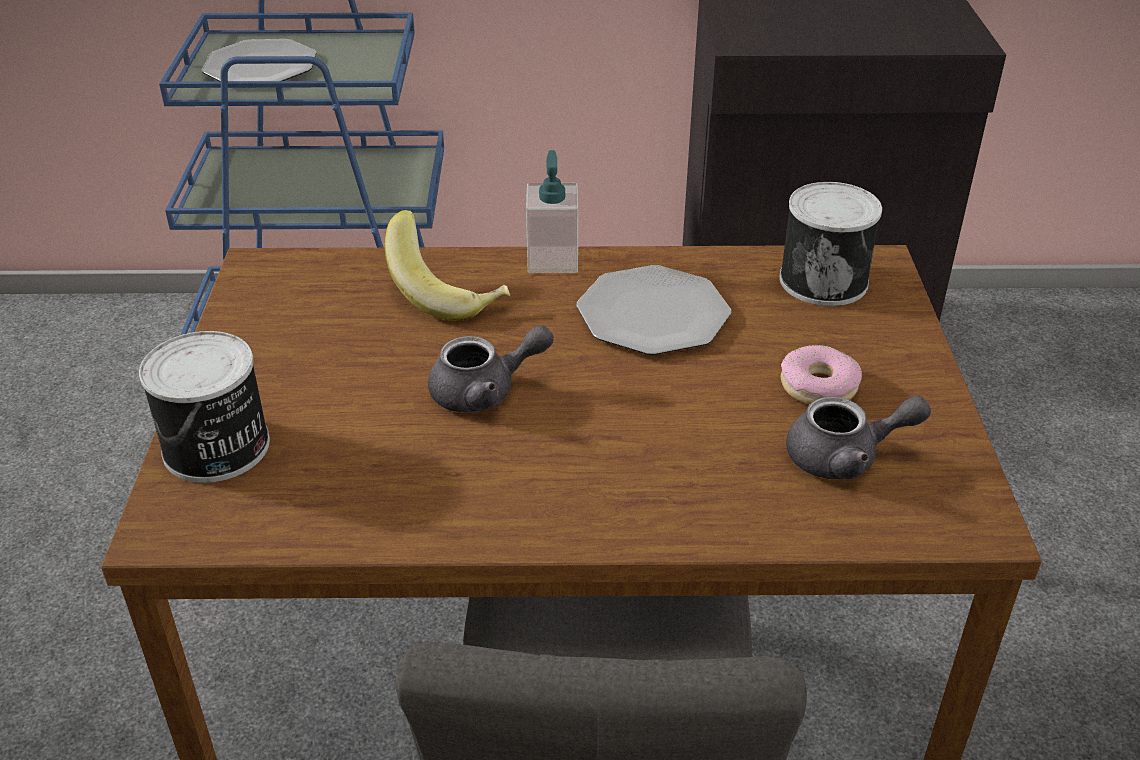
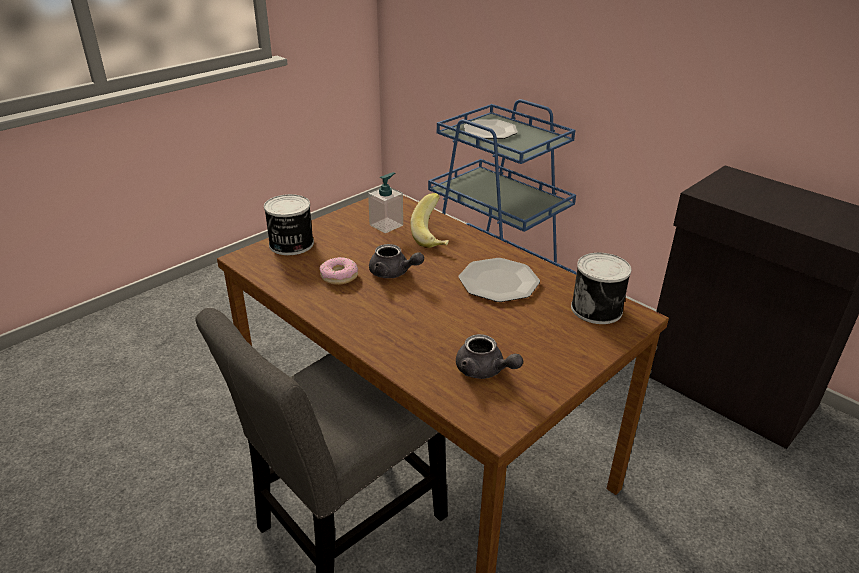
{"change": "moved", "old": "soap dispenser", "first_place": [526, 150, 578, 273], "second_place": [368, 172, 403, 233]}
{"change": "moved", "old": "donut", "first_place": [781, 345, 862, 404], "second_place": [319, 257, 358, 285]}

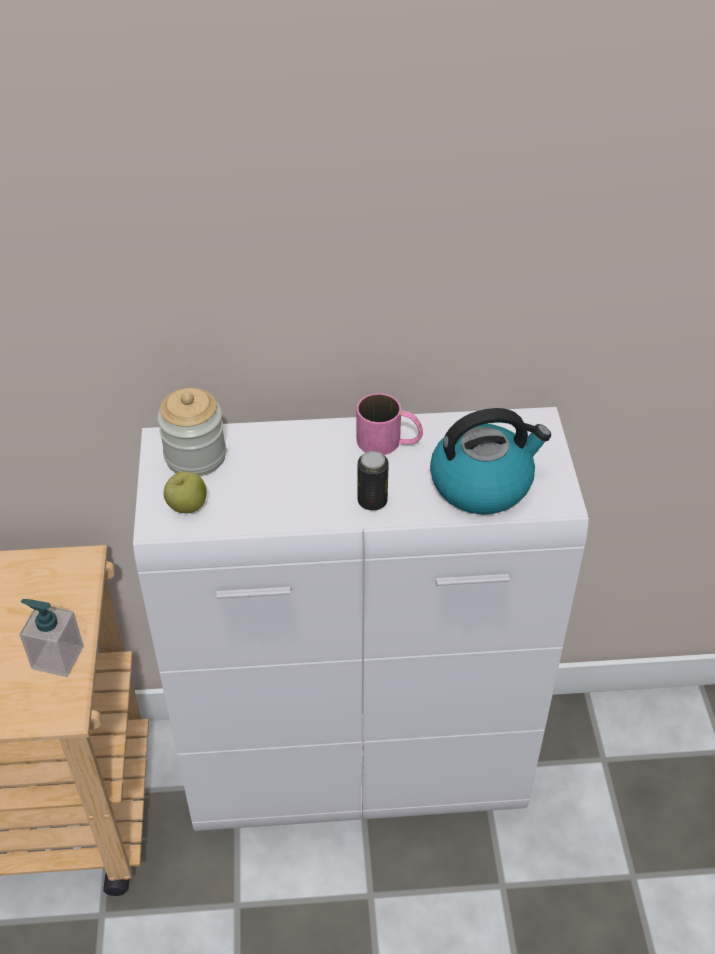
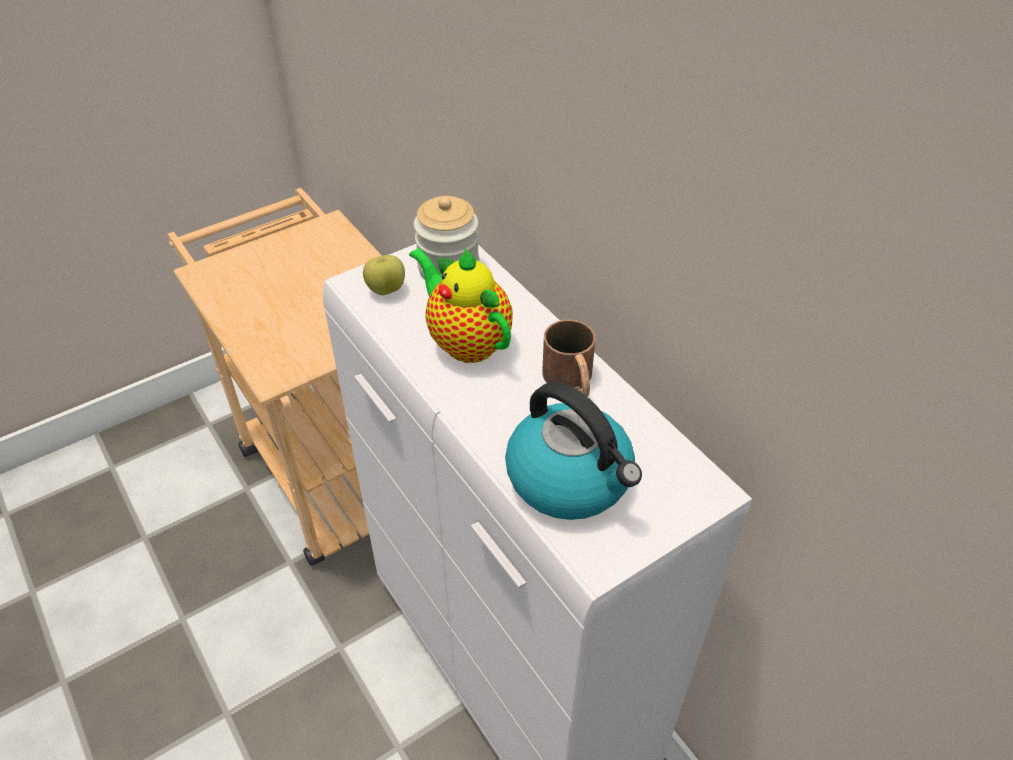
{"change": "recoloured", "old": "mug in pink", "new": "mug in brown", "first_place": [357, 393, 423, 455], "second_place": [542, 320, 595, 397]}
{"change": "removed", "old": "can", "first_place": [358, 451, 389, 511]}
{"change": "removed", "old": "soap dispenser", "first_place": [20, 599, 84, 677]}
{"change": "added", "new": "teapot", "second_place": [409, 248, 513, 363]}

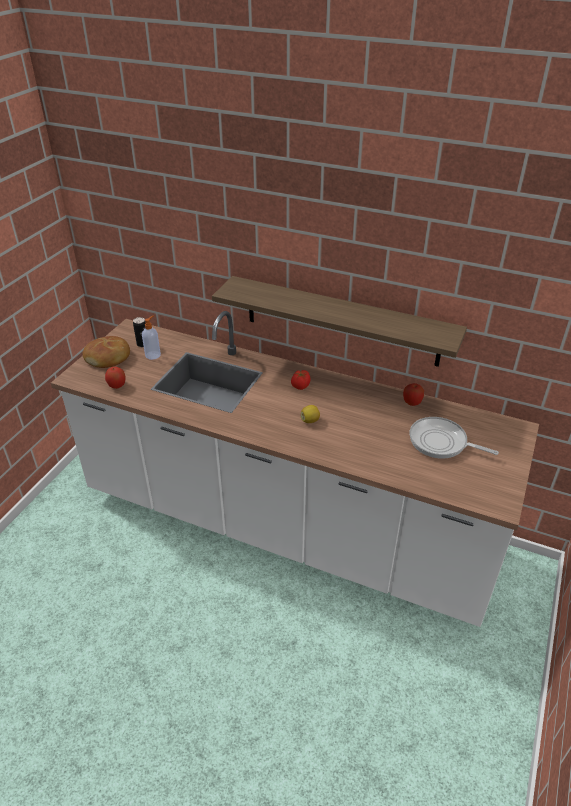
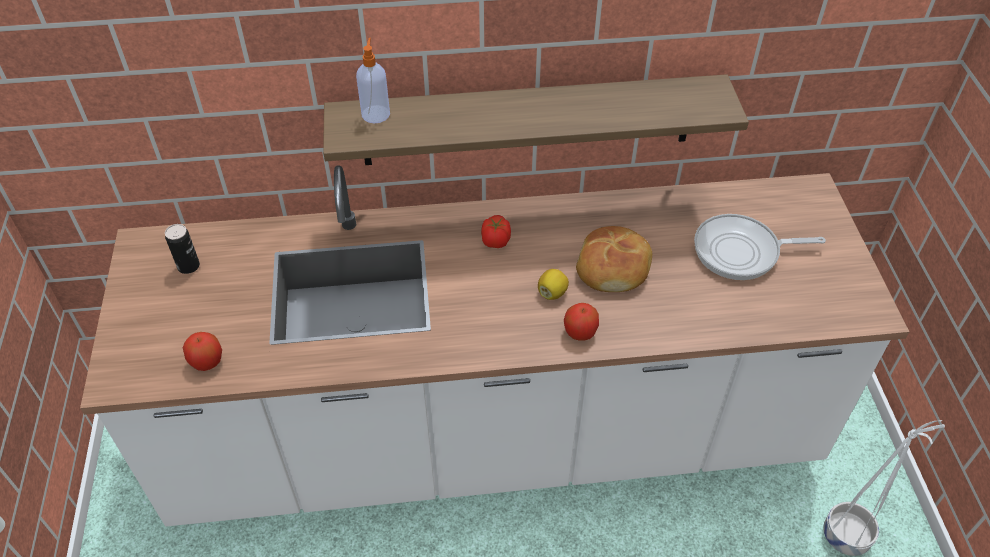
{"change": "moved", "old": "soap dispenser", "first_place": [142, 315, 161, 360], "second_place": [356, 38, 390, 123]}
{"change": "moved", "old": "bread", "first_place": [83, 336, 130, 368], "second_place": [576, 226, 652, 292]}
{"change": "moved", "old": "apple", "first_place": [403, 383, 424, 406], "second_place": [564, 303, 599, 341]}
{"change": "added", "new": "planter in white", "second_place": [823, 420, 945, 556]}

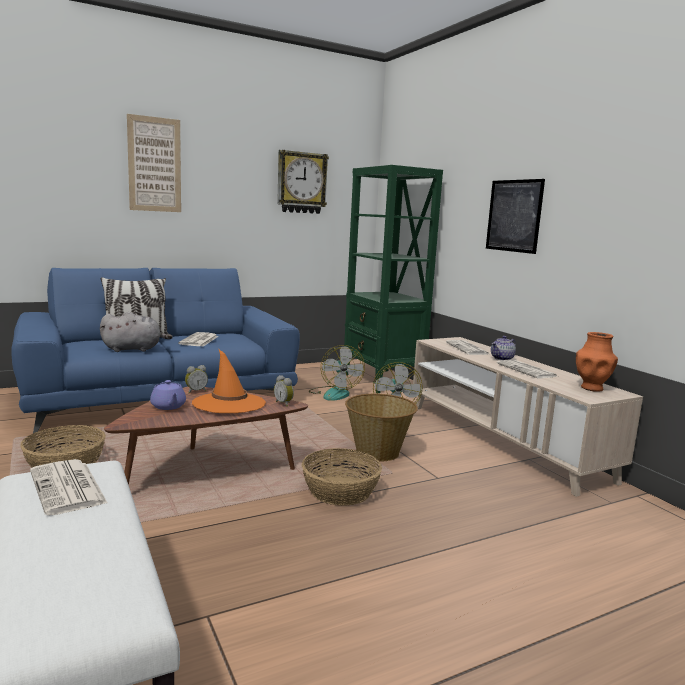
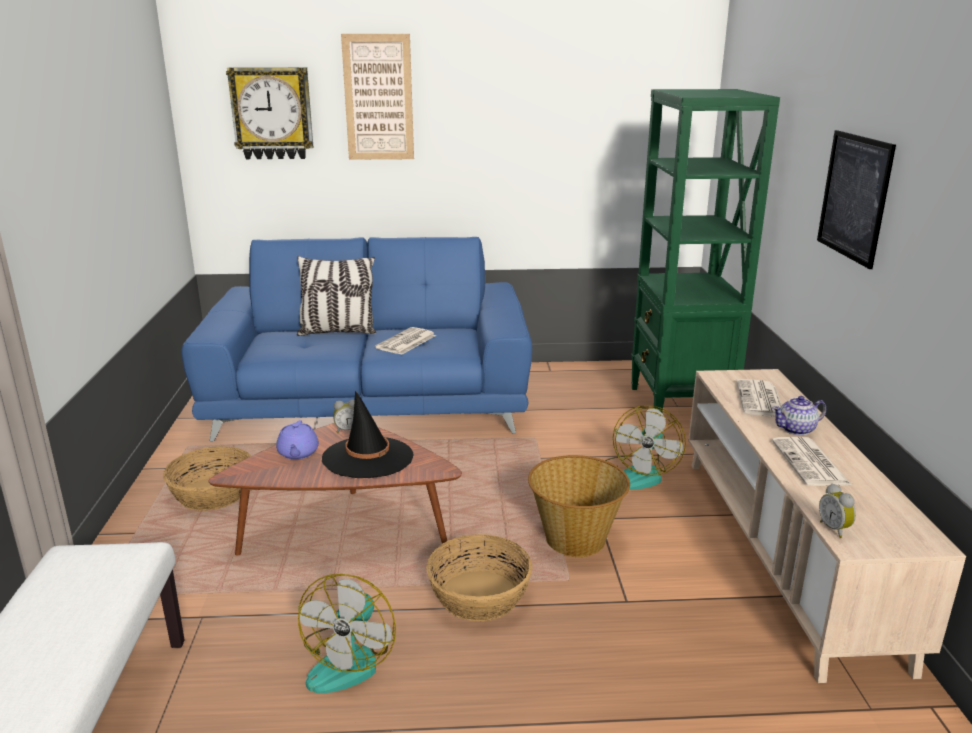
{"change": "moved", "old": "wall clock", "first_place": [277, 150, 329, 214], "second_place": [226, 67, 313, 159]}
{"change": "removed", "old": "plush toy in grey", "first_place": [100, 312, 173, 352]}
{"change": "removed", "old": "vase in orange", "first_place": [576, 332, 618, 392]}
{"change": "moved", "old": "fan", "first_place": [309, 345, 365, 401], "second_place": [298, 574, 396, 693]}
{"change": "recoloured", "old": "hat in orange", "new": "hat in black", "first_place": [192, 349, 266, 413], "second_place": [322, 391, 414, 478]}
{"change": "moved", "old": "alarm clock", "first_place": [274, 375, 294, 407], "second_place": [819, 483, 856, 538]}
{"change": "removed", "old": "newspaper", "first_place": [30, 459, 107, 516]}

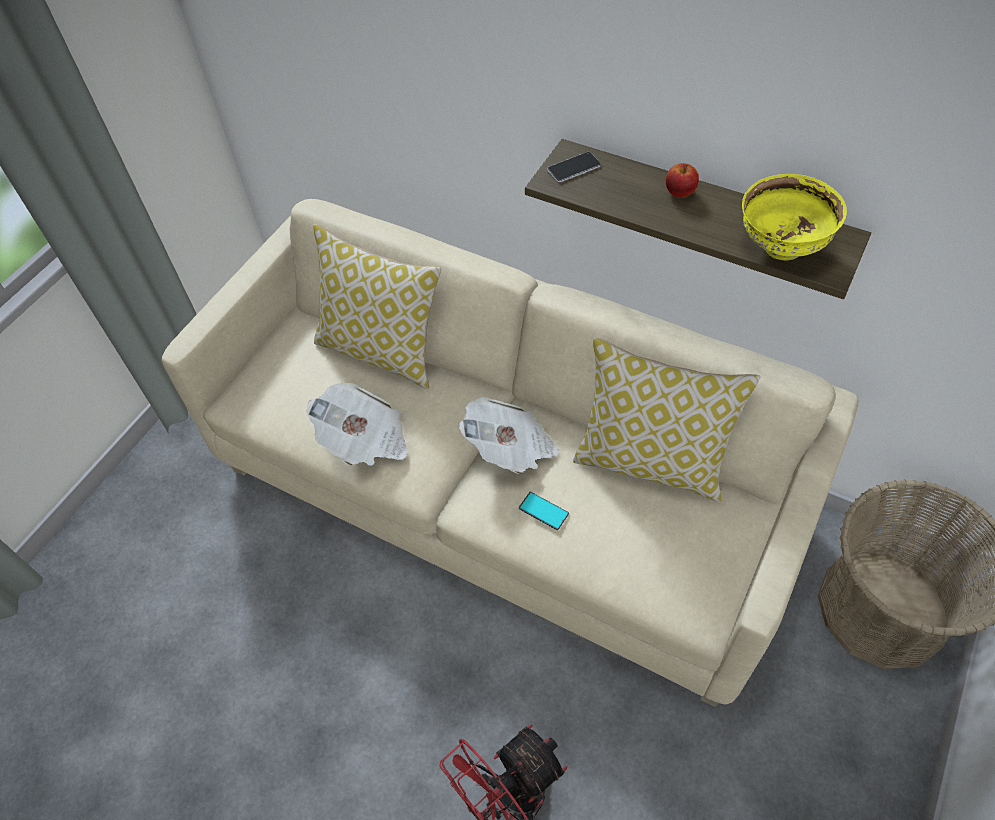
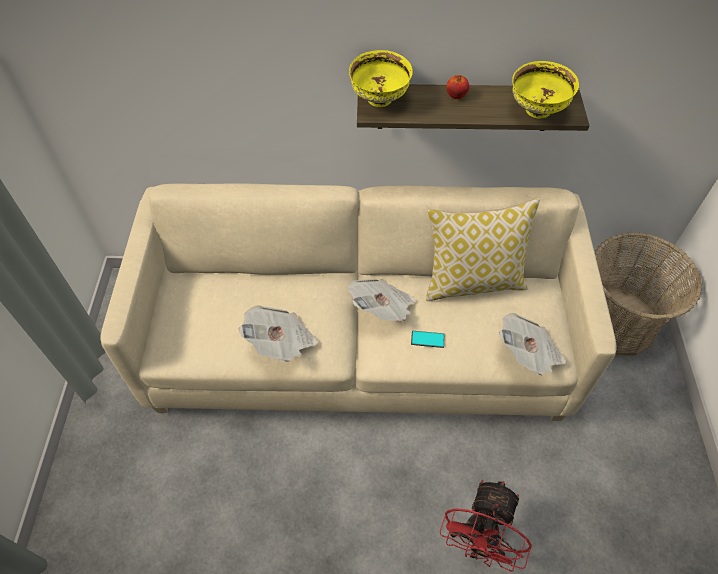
{"change": "replaced", "old": "phone", "new": "bowl in yellow", "first_place": [547, 152, 601, 183], "second_place": [349, 50, 413, 107]}
{"change": "removed", "old": "pillow", "first_place": [313, 223, 441, 389]}
{"change": "added", "new": "newspaper", "second_place": [499, 313, 566, 376]}

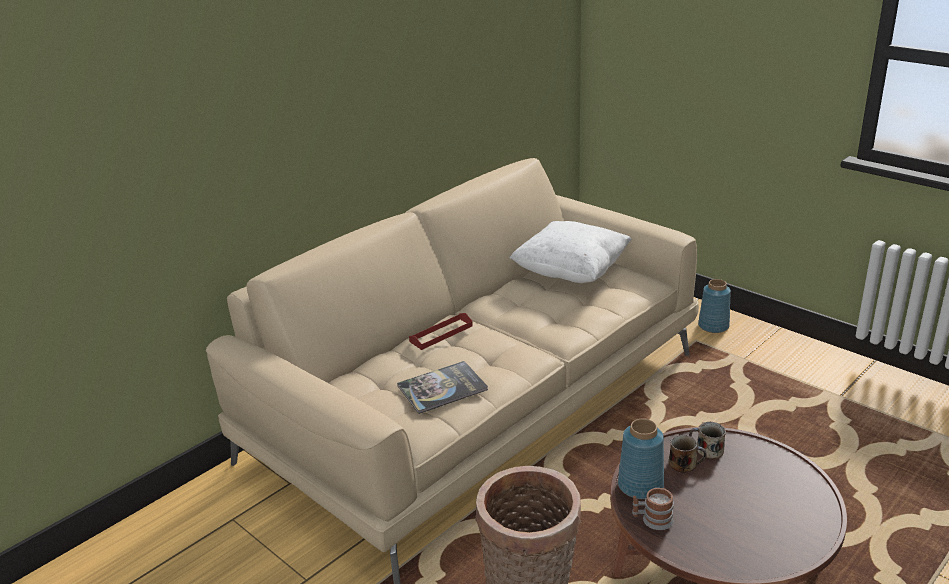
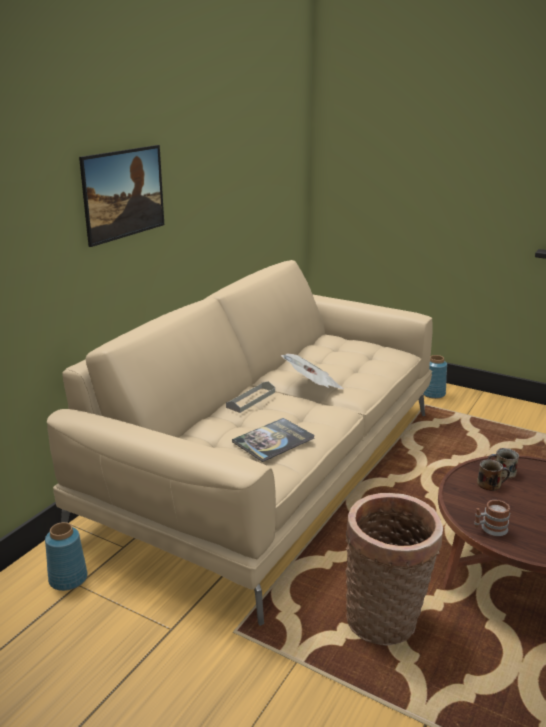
{"change": "removed", "old": "pillow in white", "first_place": [509, 221, 632, 283]}
{"change": "recoloured", "old": "tray in red", "new": "tray in grey", "first_place": [409, 313, 473, 350], "second_place": [226, 381, 275, 413]}
{"change": "moved", "old": "vase in blue", "first_place": [618, 419, 664, 499], "second_place": [45, 522, 88, 591]}
{"change": "added", "new": "picture", "second_place": [79, 145, 164, 247]}
{"change": "added", "new": "newspaper", "second_place": [281, 354, 344, 389]}

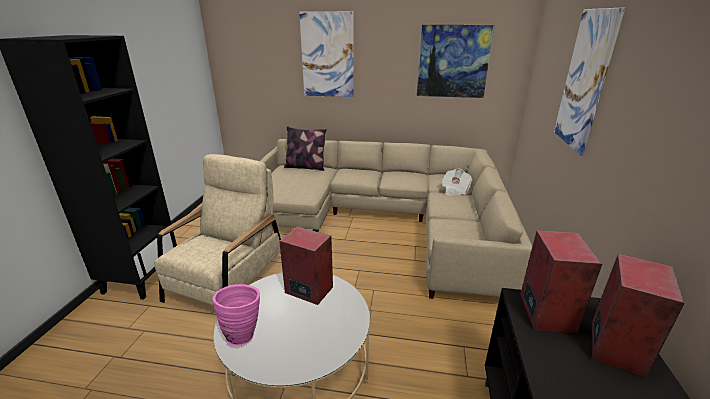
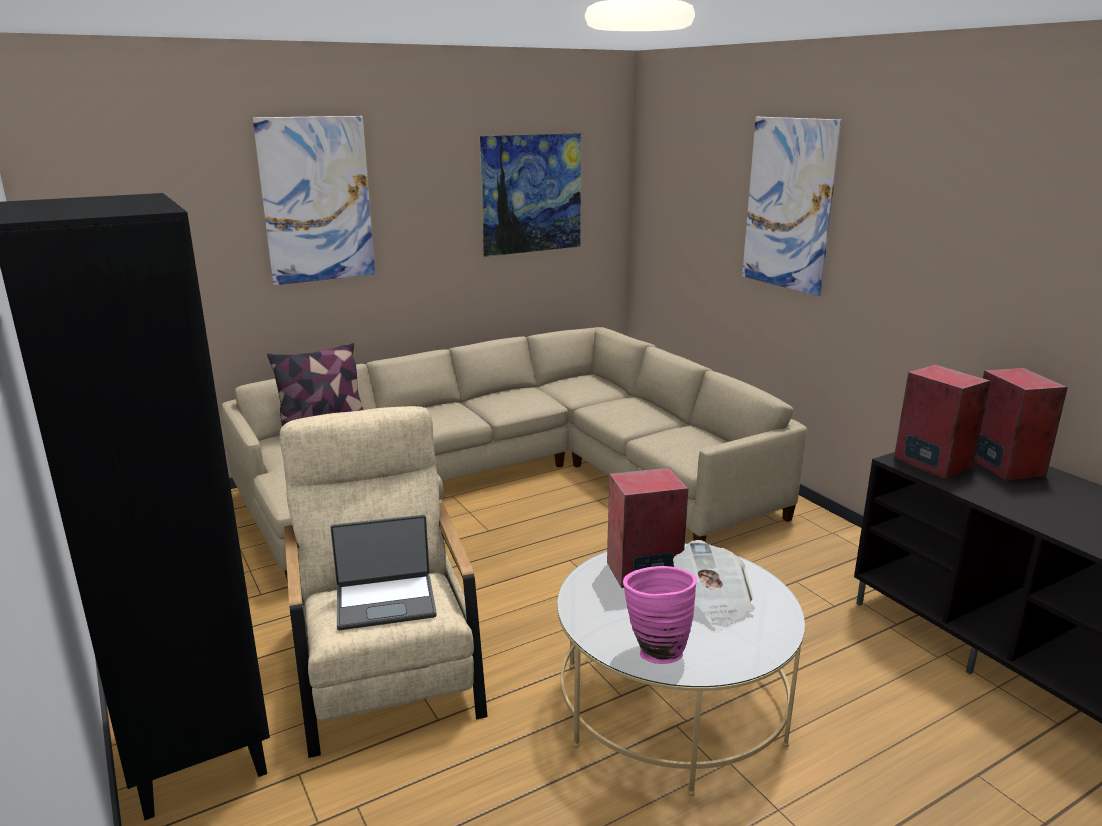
{"change": "moved", "old": "newspaper", "first_place": [442, 168, 473, 196], "second_place": [673, 540, 755, 630]}
{"change": "added", "new": "laptop", "second_place": [331, 515, 437, 630]}

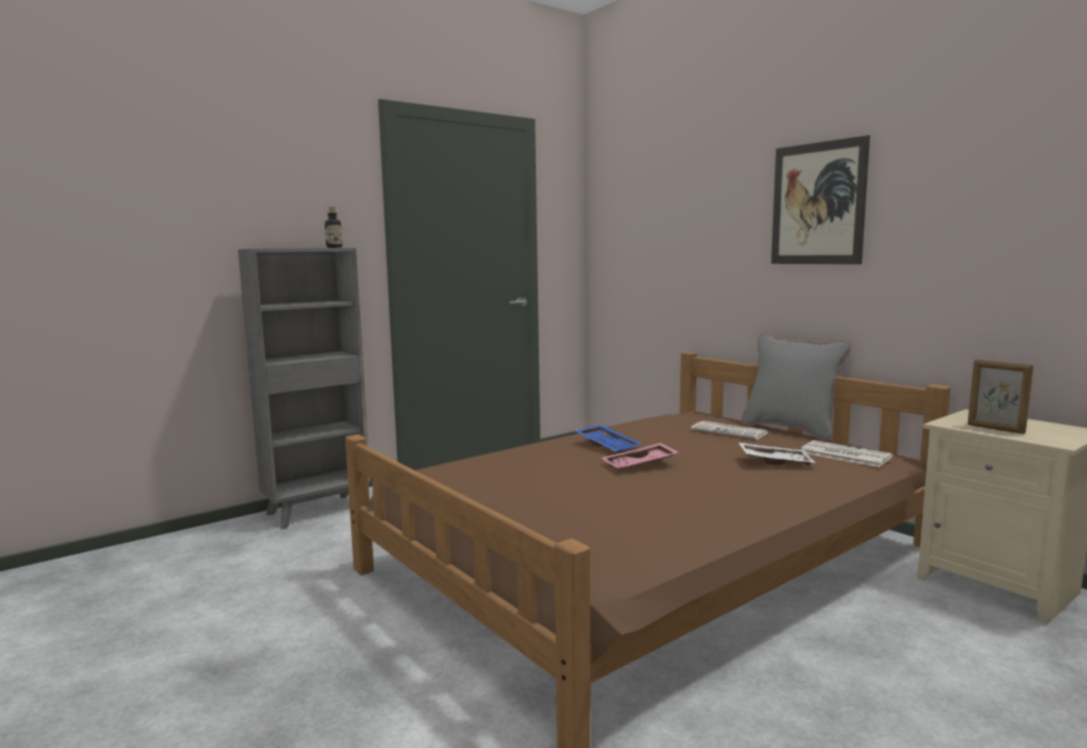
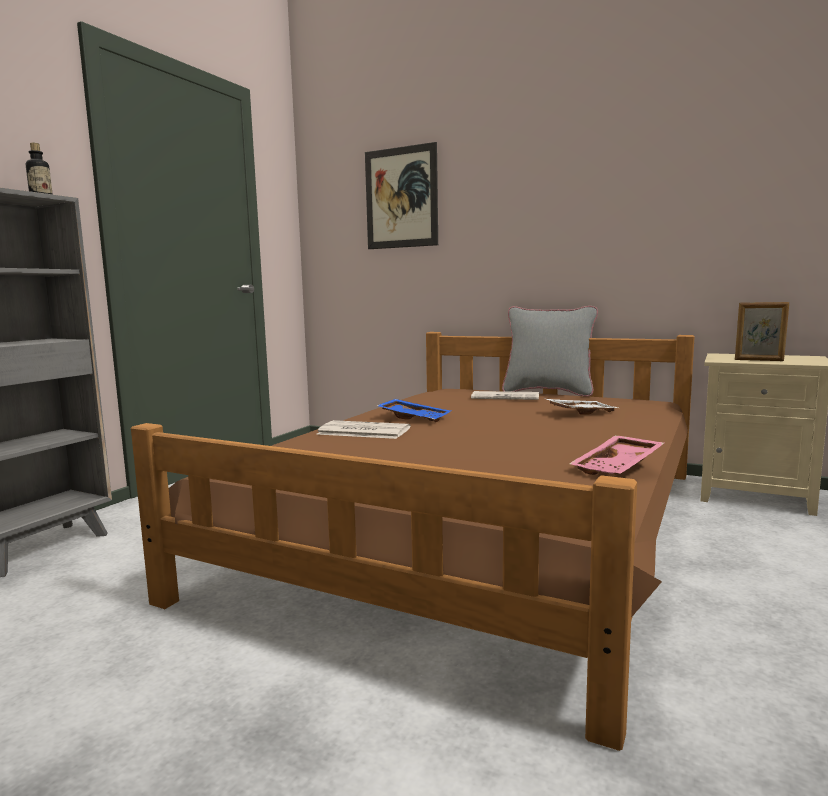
{"change": "moved", "old": "picture", "first_place": [771, 135, 870, 264], "second_place": [365, 142, 438, 249]}
{"change": "moved", "old": "newspaper", "first_place": [801, 440, 893, 467], "second_place": [317, 420, 410, 439]}
{"change": "moved", "old": "tray in pink", "first_place": [602, 443, 679, 469], "second_place": [569, 435, 664, 475]}

